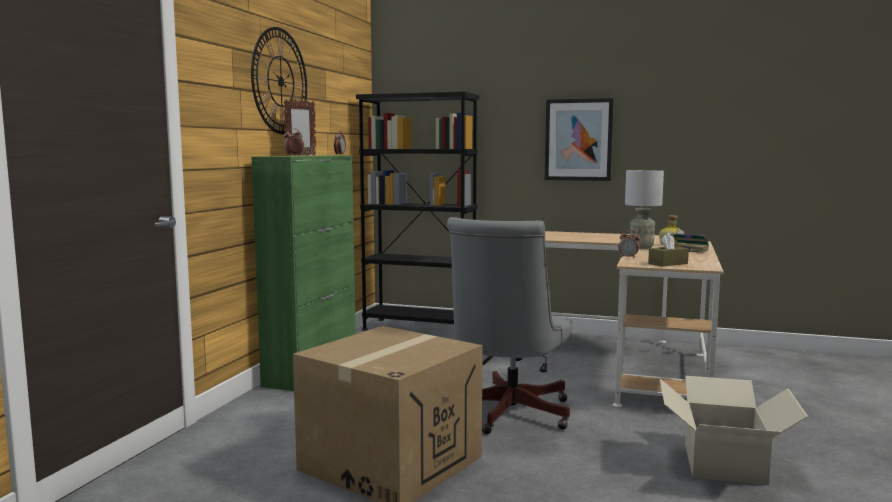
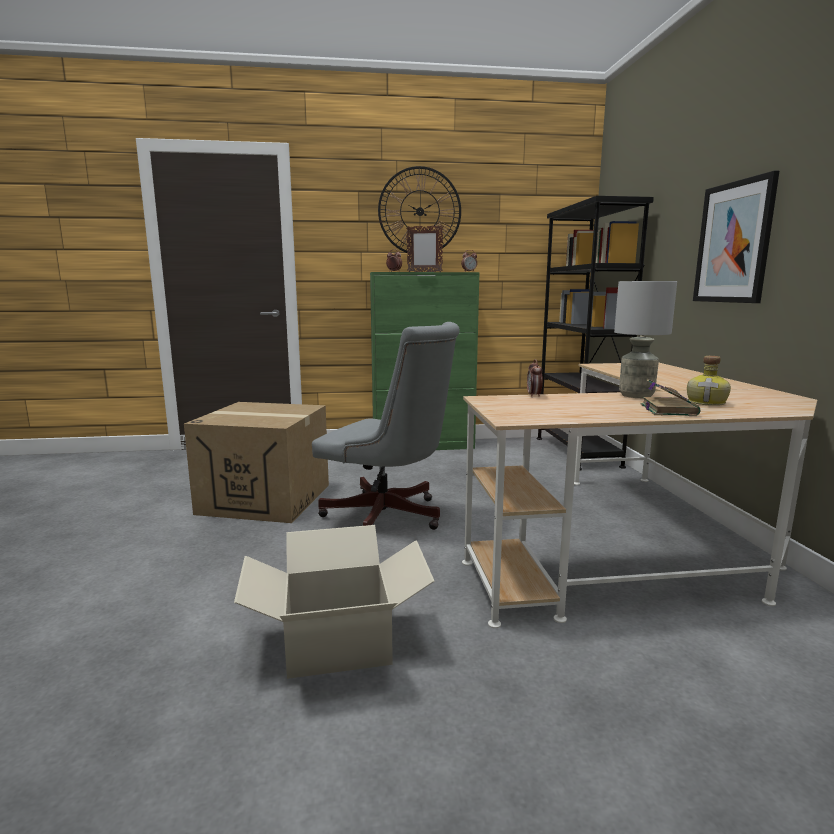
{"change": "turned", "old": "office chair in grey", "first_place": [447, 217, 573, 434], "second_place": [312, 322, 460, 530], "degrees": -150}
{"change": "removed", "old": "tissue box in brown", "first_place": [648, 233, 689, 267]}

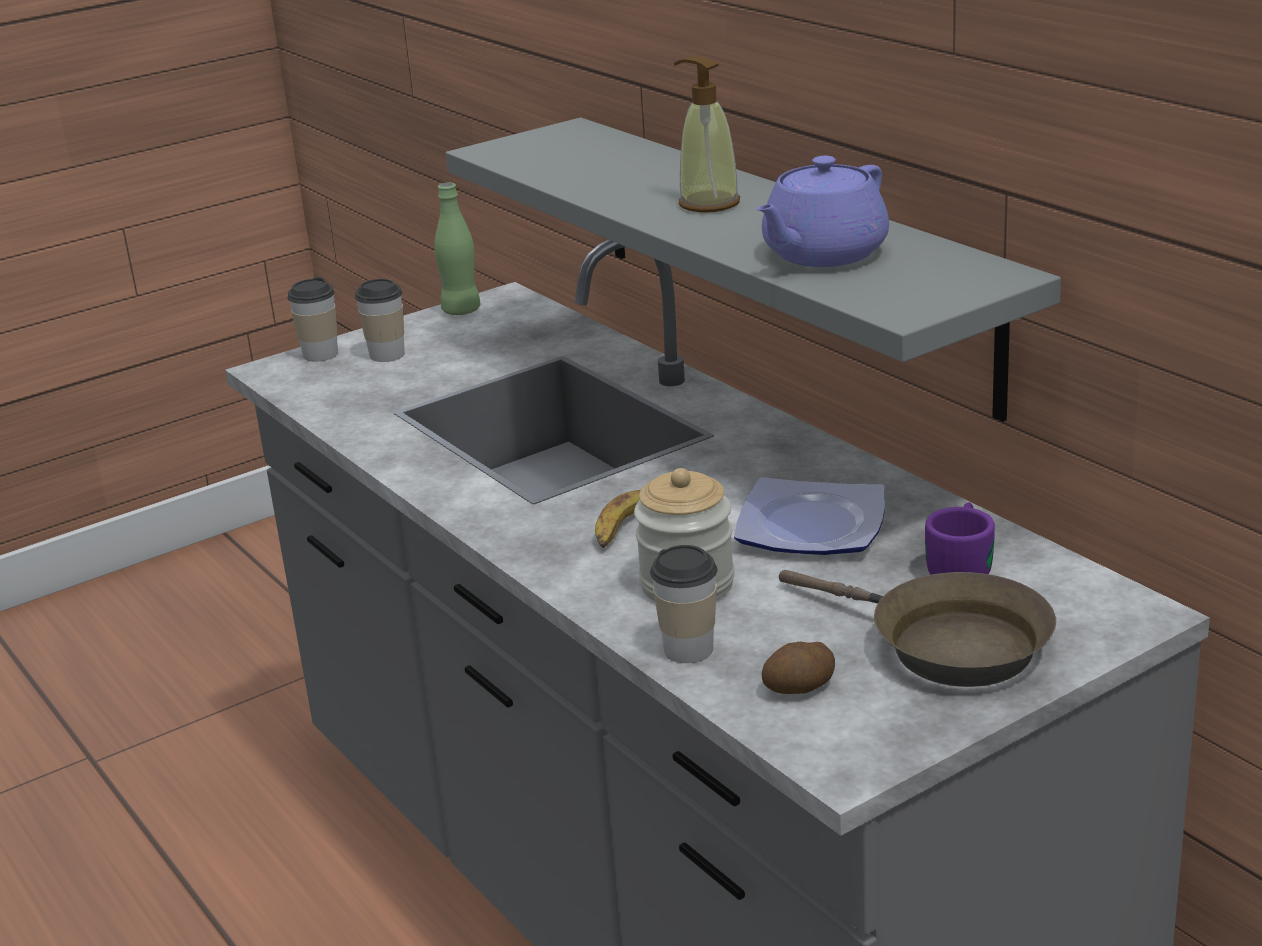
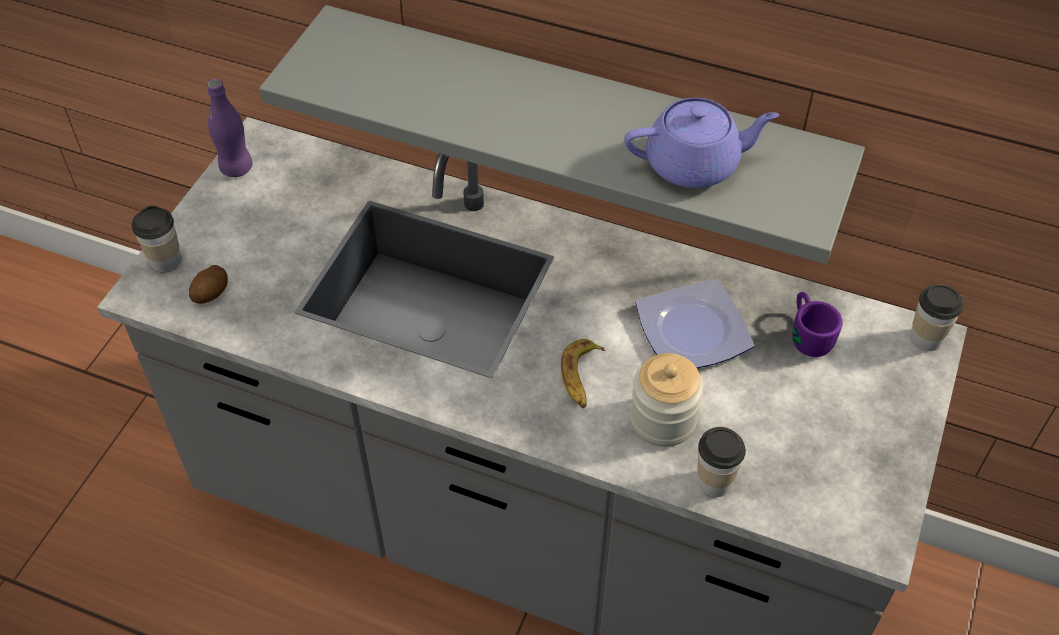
{"change": "removed", "old": "soap dispenser", "first_place": [674, 57, 740, 213]}
{"change": "turned", "old": "teapot in purple", "first_place": [756, 156, 889, 267], "second_place": [624, 98, 779, 188], "degrees": -105}
{"change": "recoloured", "old": "bottle in green", "new": "bottle in purple", "first_place": [434, 183, 480, 315], "second_place": [207, 79, 253, 177]}
{"change": "moved", "old": "cup", "first_place": [355, 279, 405, 362], "second_place": [910, 285, 964, 351]}
{"change": "removed", "old": "frying pan in brown", "first_place": [779, 570, 1056, 687]}
{"change": "moved", "old": "potato", "first_place": [762, 642, 835, 694], "second_place": [189, 265, 228, 304]}

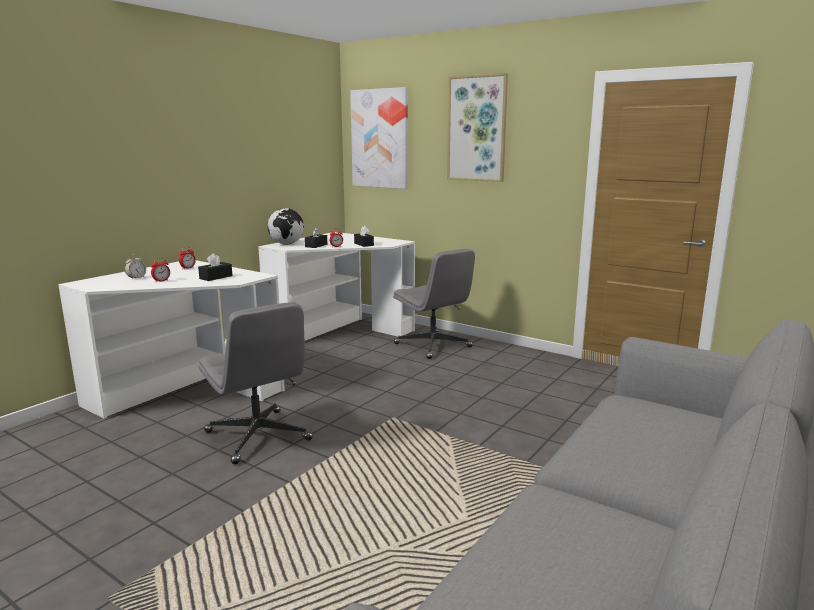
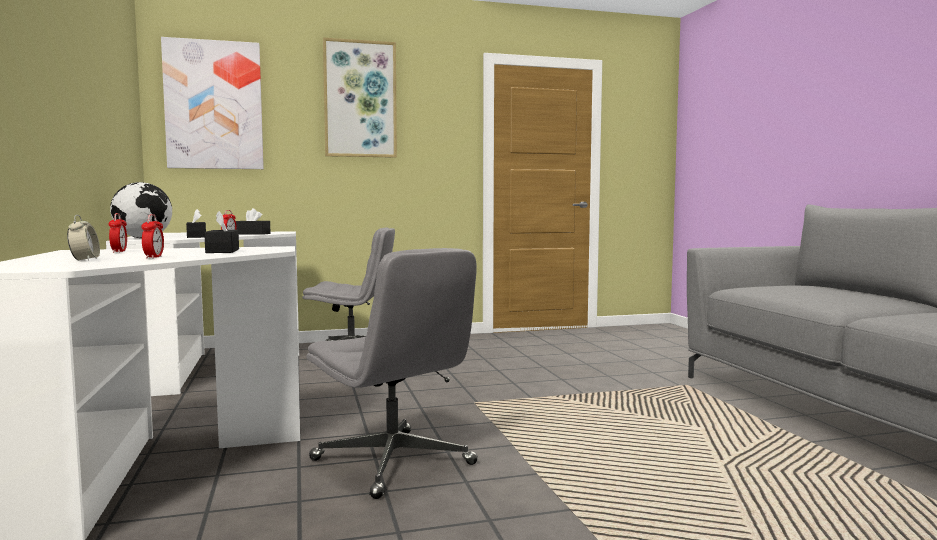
{"change": "turned", "old": "office chair in grey", "first_place": [199, 302, 313, 464], "second_place": [306, 248, 478, 499], "degrees": 45}

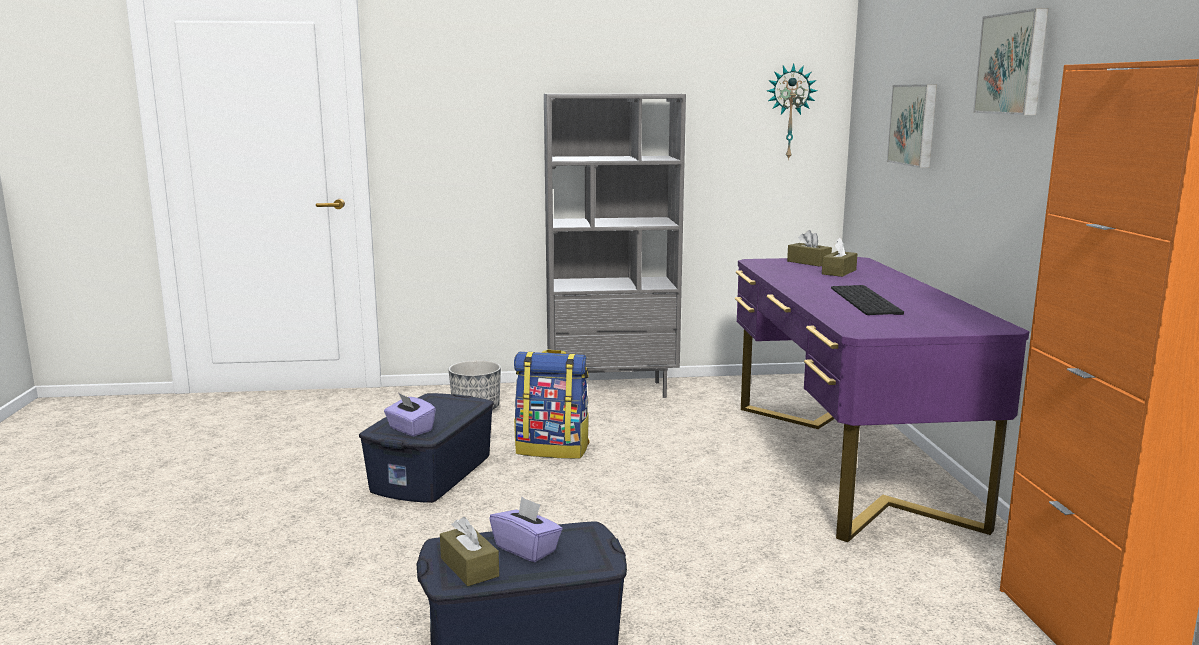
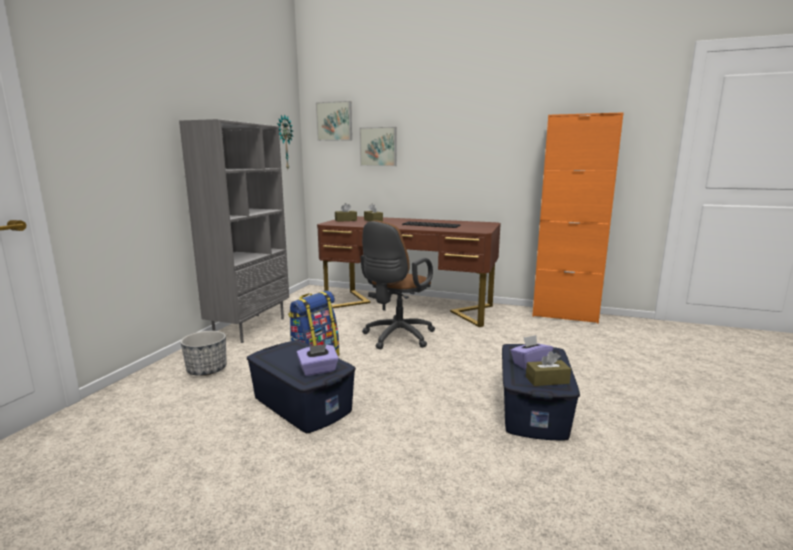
{"change": "moved", "old": "picture", "first_place": [973, 8, 1048, 115], "second_place": [316, 101, 352, 141]}
{"change": "recoloured", "old": "desk in purple", "new": "desk in brown", "first_place": [735, 257, 1029, 542], "second_place": [317, 216, 501, 327]}
{"change": "added", "new": "office chair in brown", "second_place": [360, 221, 435, 349]}

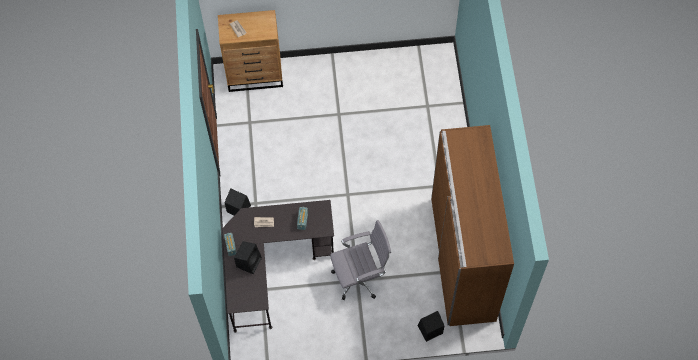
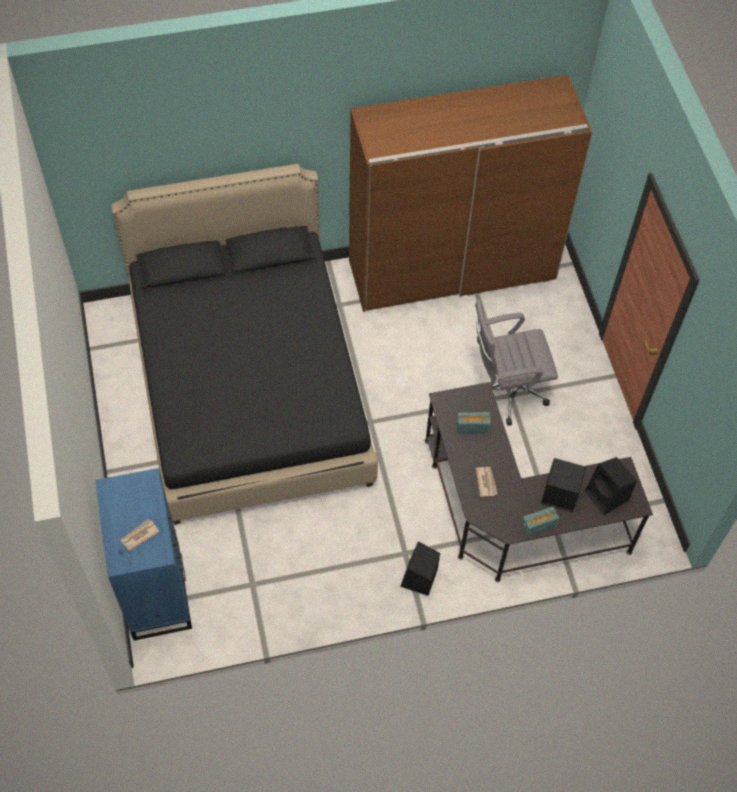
{"change": "recoloured", "old": "dresser in brown", "new": "dresser in blue", "first_place": [218, 10, 283, 92], "second_place": [95, 468, 192, 641]}
{"change": "turned", "old": "office chair in grey", "first_place": [330, 220, 391, 300], "second_place": [475, 299, 558, 426], "degrees": -75}
{"change": "moved", "old": "speaker in black", "first_place": [418, 311, 444, 342], "second_place": [585, 457, 637, 515]}
{"change": "added", "new": "bed in black", "second_place": [111, 164, 378, 525]}

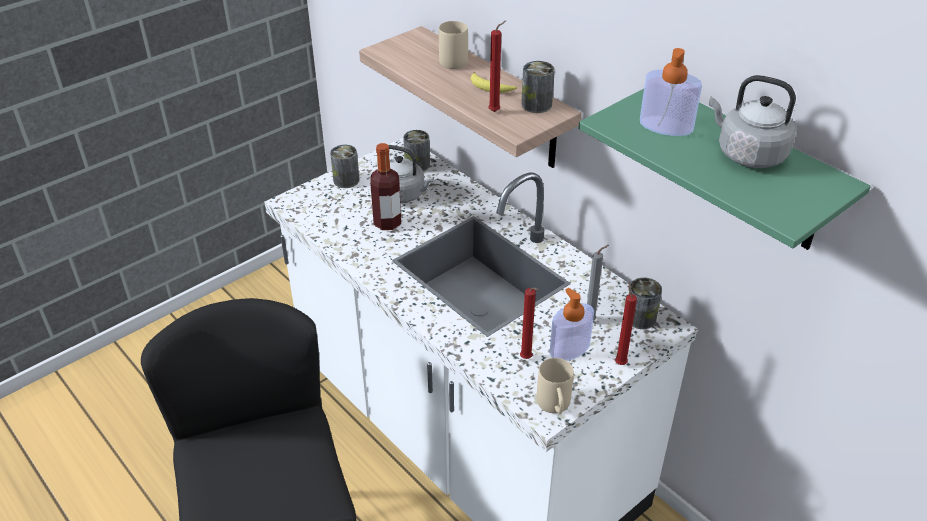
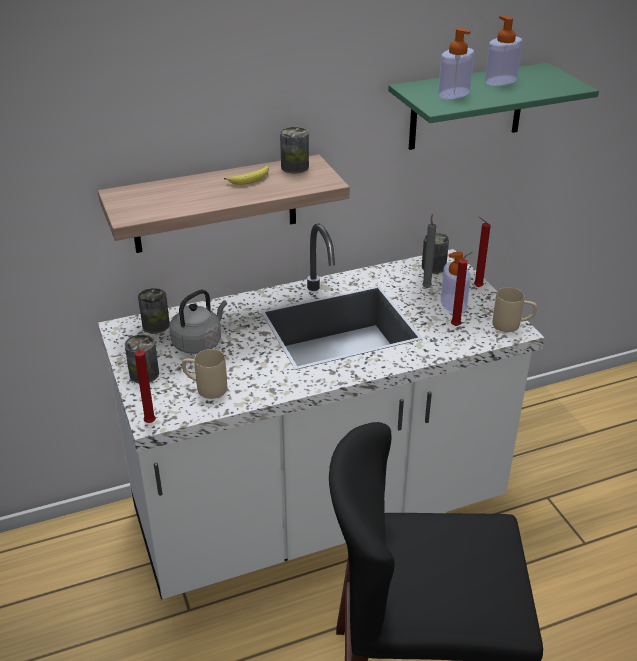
{"change": "moved", "old": "mug in beige", "first_place": [439, 21, 468, 69], "second_place": [182, 349, 227, 399]}
{"change": "moved", "old": "candle in red", "first_place": [488, 21, 506, 112], "second_place": [135, 338, 156, 423]}
{"change": "replaced", "old": "kettle in grey", "new": "soap dispenser", "first_place": [709, 75, 796, 168], "second_place": [485, 15, 522, 86]}
{"change": "removed", "old": "bottle", "first_place": [370, 143, 401, 230]}

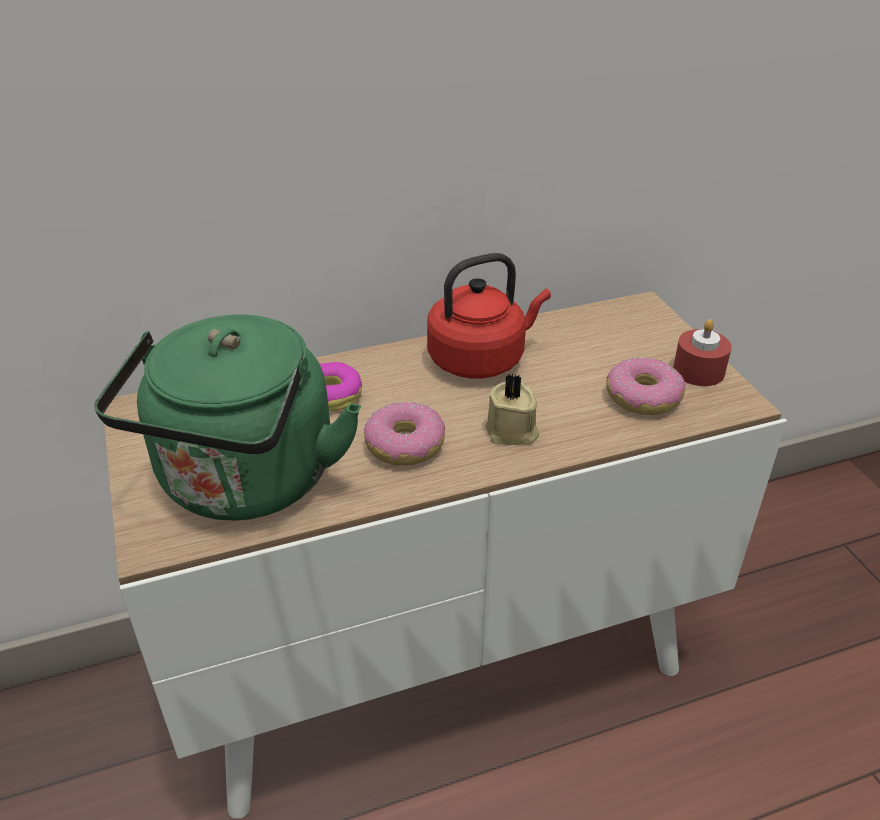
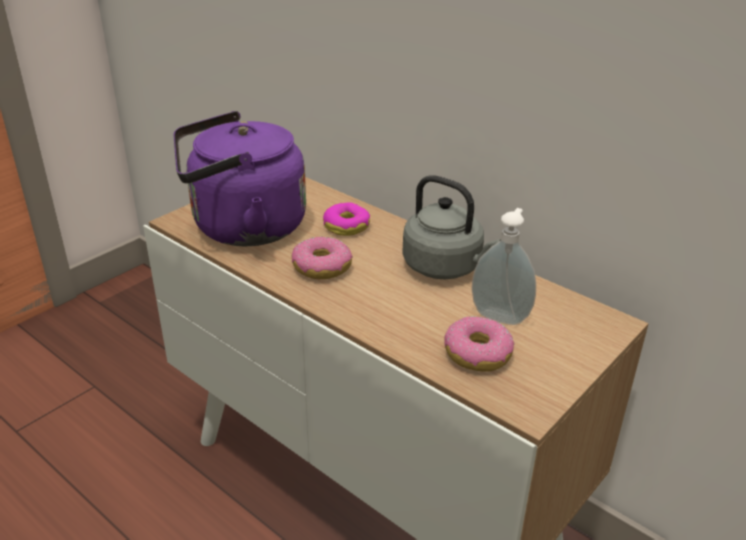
{"change": "recoloured", "old": "kettle in red", "new": "kettle in grey", "first_place": [427, 253, 551, 379], "second_place": [402, 175, 501, 279]}
{"change": "recoloured", "old": "kettle in green", "new": "kettle in purple", "first_place": [94, 315, 361, 521], "second_place": [174, 111, 306, 246]}
{"change": "removed", "old": "candle in red", "first_place": [673, 319, 732, 386]}
{"change": "removed", "old": "candle in beige", "first_place": [485, 374, 539, 445]}
{"change": "added", "new": "soap dispenser", "second_place": [472, 208, 536, 325]}

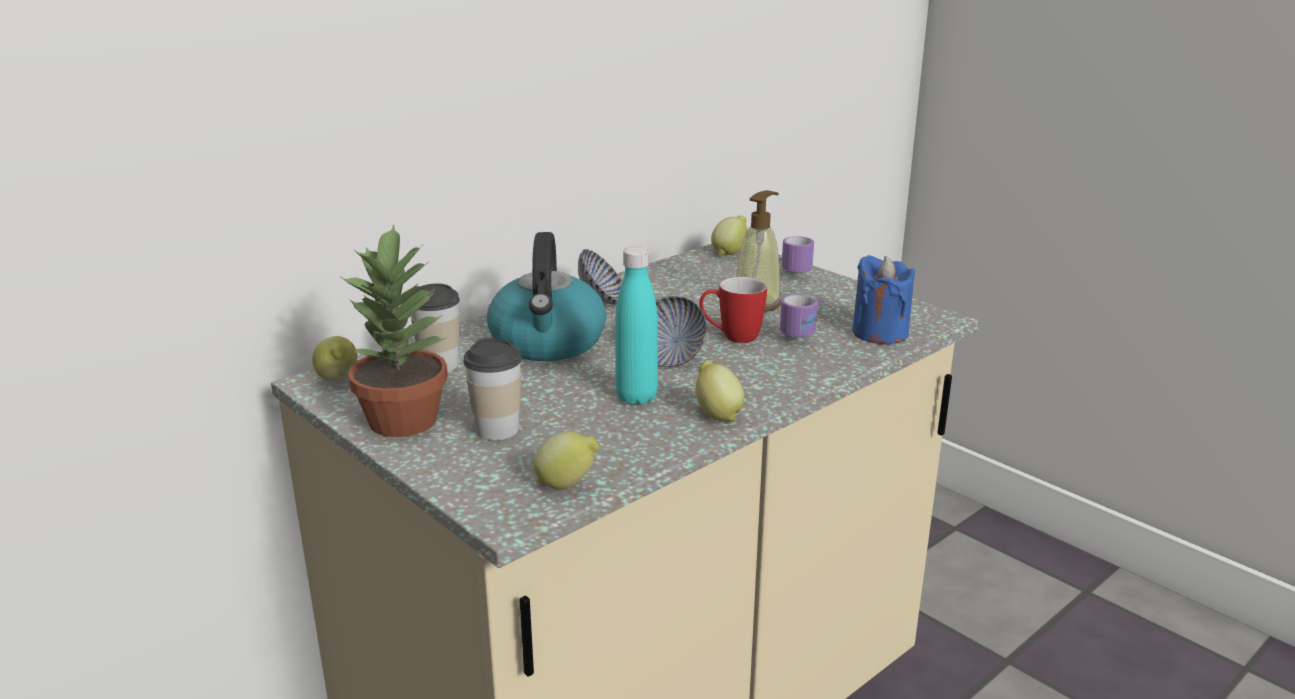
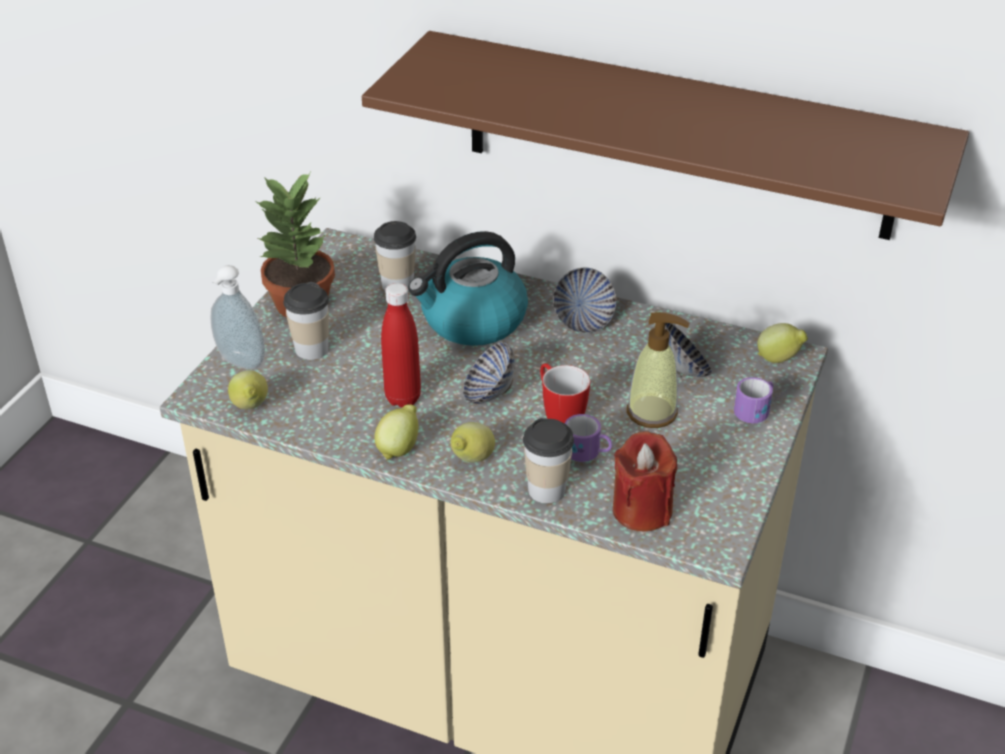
{"change": "recoloured", "old": "bottle in turquoise", "new": "bottle in red", "first_place": [615, 246, 658, 405], "second_place": [381, 283, 421, 408]}
{"change": "recoloured", "old": "candle in blue", "new": "candle in red", "first_place": [852, 255, 915, 344], "second_place": [613, 431, 677, 531]}
{"change": "moved", "old": "lemon", "first_place": [312, 336, 358, 381], "second_place": [451, 422, 495, 463]}
{"change": "added", "new": "shelf in brown", "second_place": [362, 31, 969, 240]}
{"change": "added", "new": "soap dispenser", "second_place": [210, 265, 265, 370]}
{"change": "added", "new": "bowl", "second_place": [665, 323, 712, 378]}
{"change": "added", "new": "cup", "second_place": [523, 418, 574, 503]}

